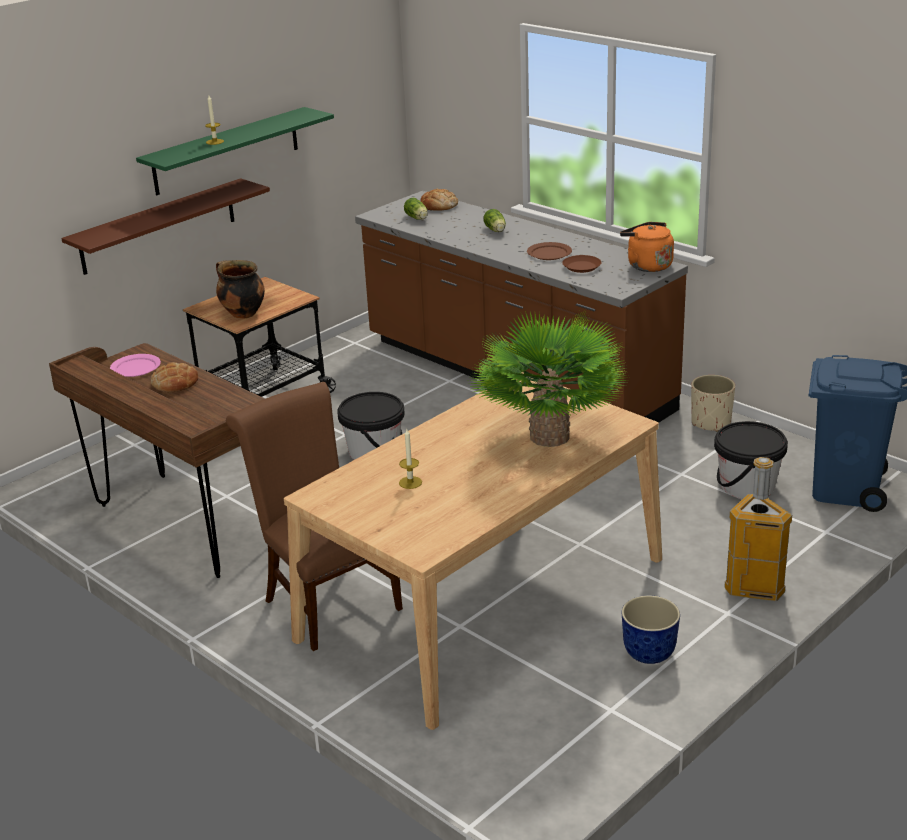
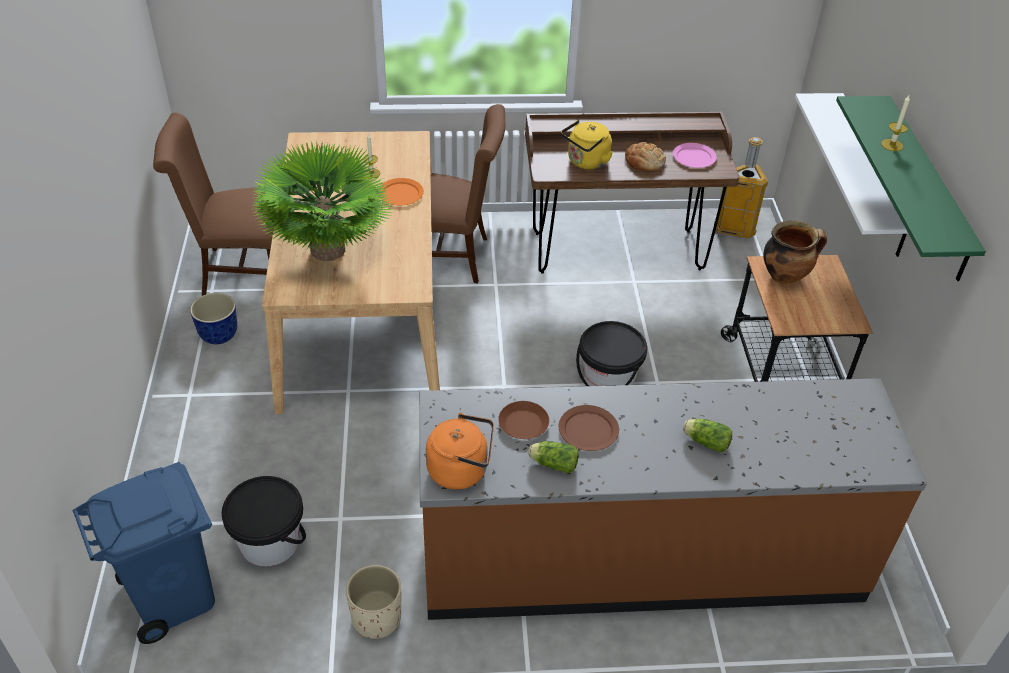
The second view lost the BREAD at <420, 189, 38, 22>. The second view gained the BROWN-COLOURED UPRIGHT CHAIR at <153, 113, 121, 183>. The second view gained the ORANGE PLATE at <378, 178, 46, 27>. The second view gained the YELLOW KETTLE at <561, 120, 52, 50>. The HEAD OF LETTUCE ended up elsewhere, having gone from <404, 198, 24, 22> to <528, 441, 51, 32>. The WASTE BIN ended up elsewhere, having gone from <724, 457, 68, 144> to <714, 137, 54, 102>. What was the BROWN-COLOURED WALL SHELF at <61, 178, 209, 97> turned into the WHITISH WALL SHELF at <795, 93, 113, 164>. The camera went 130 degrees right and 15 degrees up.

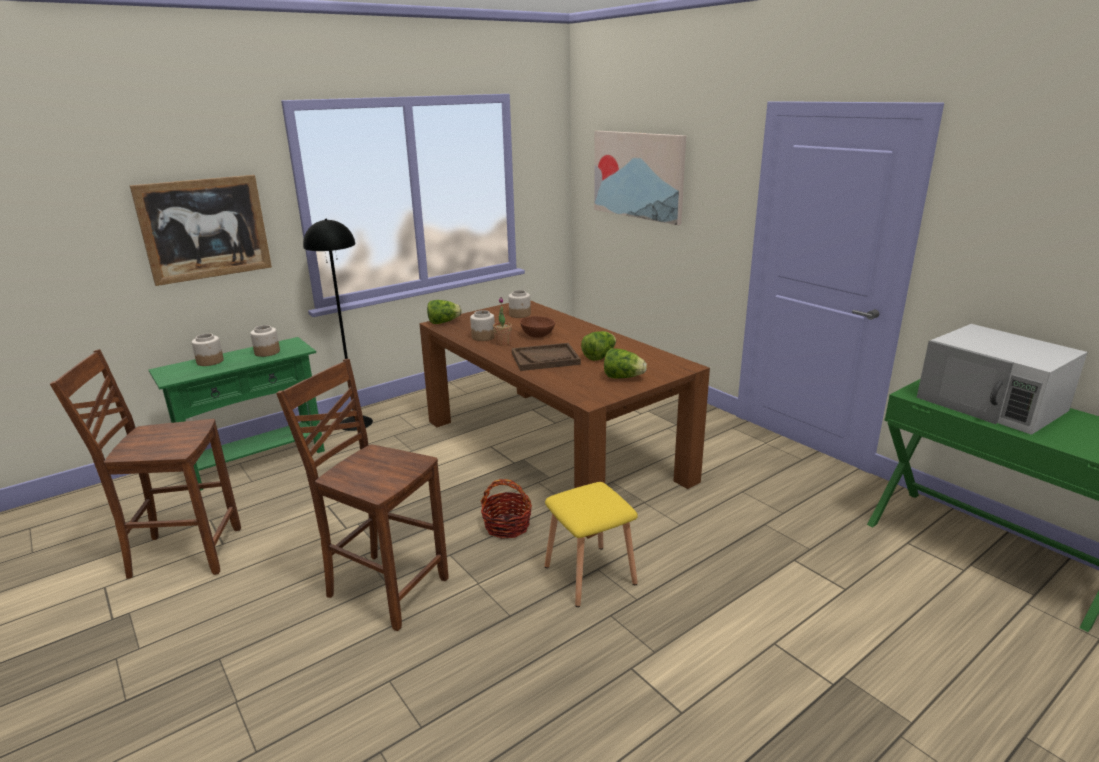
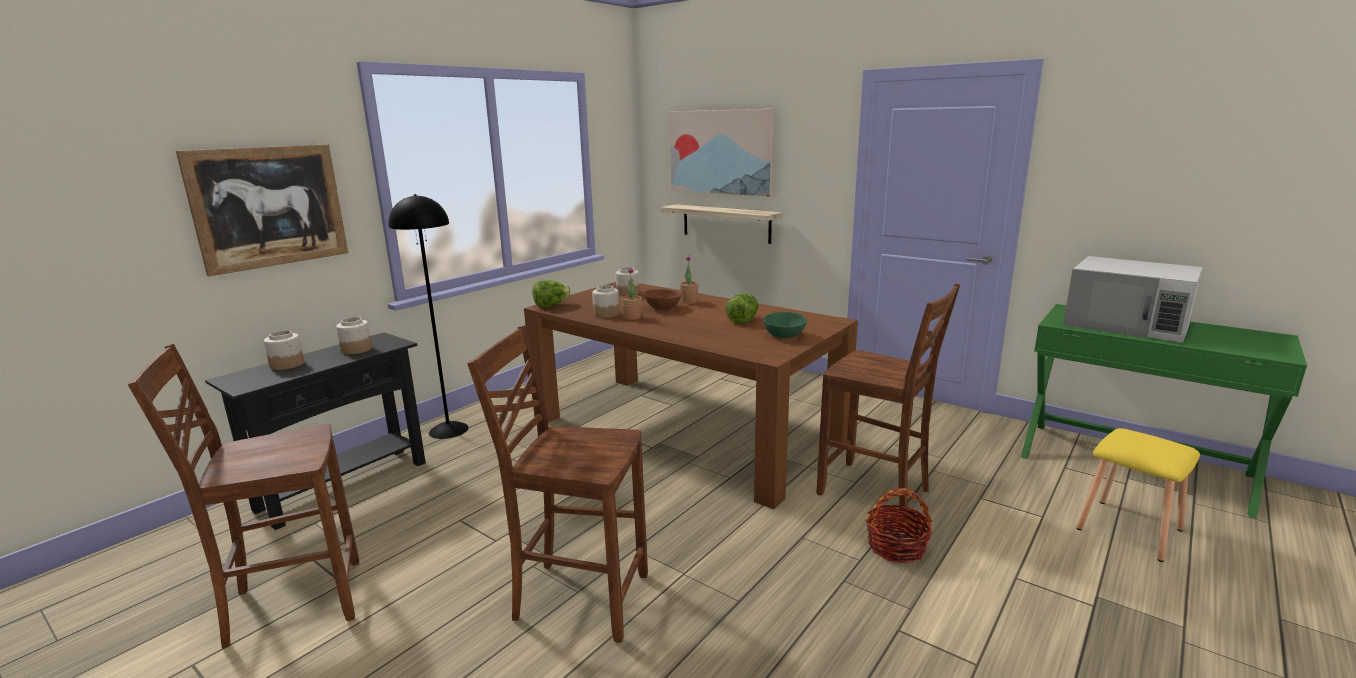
The second view lost the BROWN-COLOURED CARRYING TRAY at <512, 343, 69, 28>. The second view gained the WALL SHELF at <661, 204, 121, 40>. The second view gained the PLANT IN A POT at <680, 255, 19, 49>. The second view gained the BROWN-COLOURED UPRIGHT CHAIR at <817, 283, 143, 236>. The BASKET ended up elsewhere, having gone from <481, 479, 51, 60> to <866, 488, 66, 76>. The YELLOW STOOL ended up elsewhere, having gone from <545, 482, 93, 125> to <1076, 428, 124, 134>. Where the HEAD OF LETTUCE stood at <604, 348, 43, 31>, the GREEN SERVING BOWL came to stand at <764, 312, 43, 26>. What was the GREEN HALL TABLE at <148, 337, 177, 154> turned into the BLACK-COLOURED HALL TABLE at <205, 333, 221, 197>. The camera went 15 degrees left and 5 degrees down.

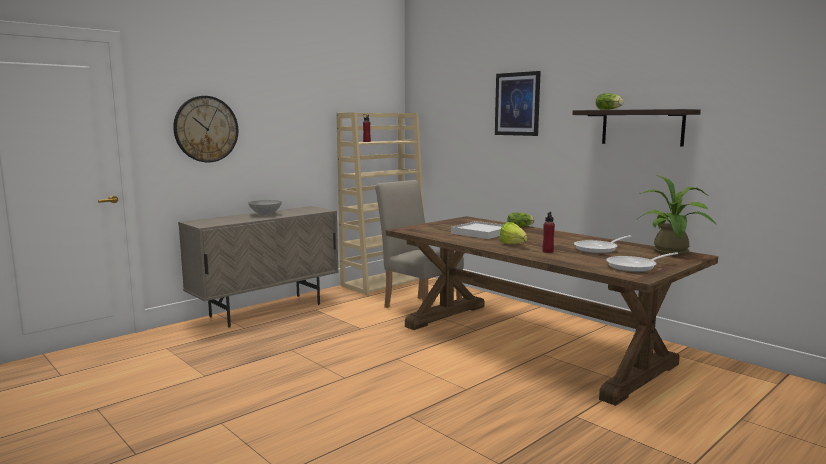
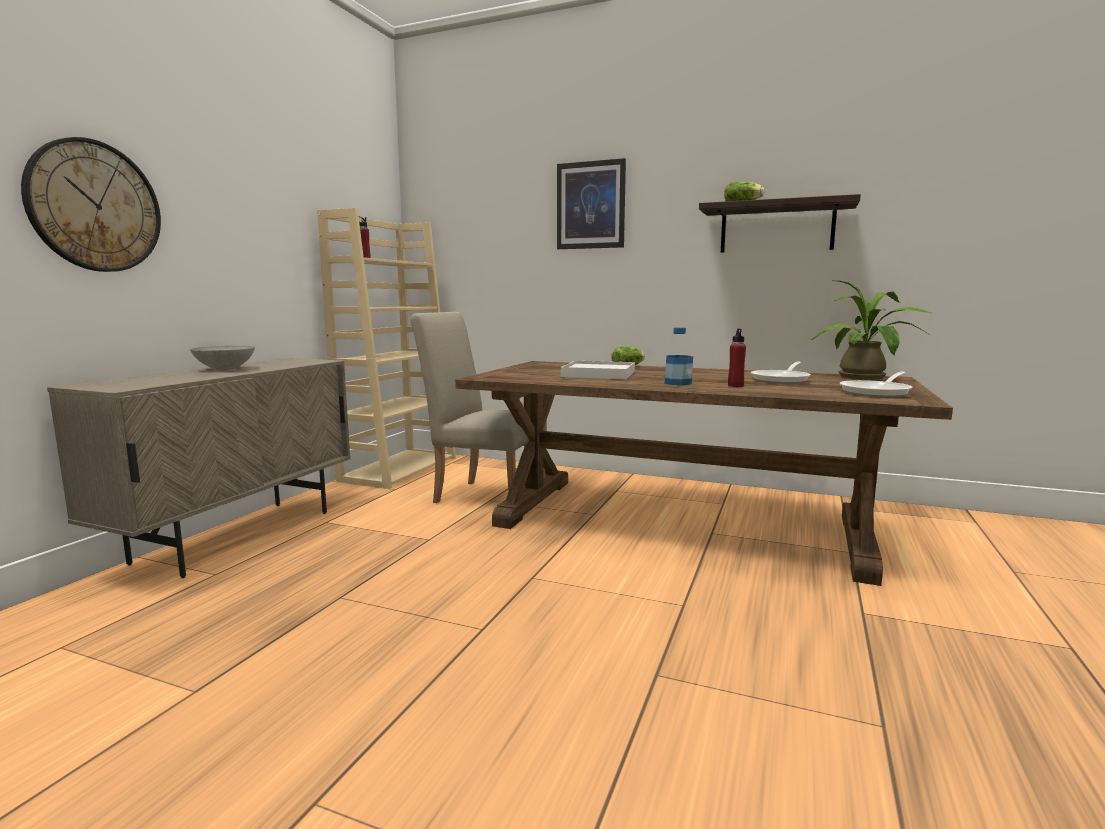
Where the HEAD OF LETTUCE stood at <499, 222, 29, 22>, the BEVERAGE BOTTLE came to stand at <665, 327, 28, 58>. The camera went 25 degrees left and 0 degrees up.

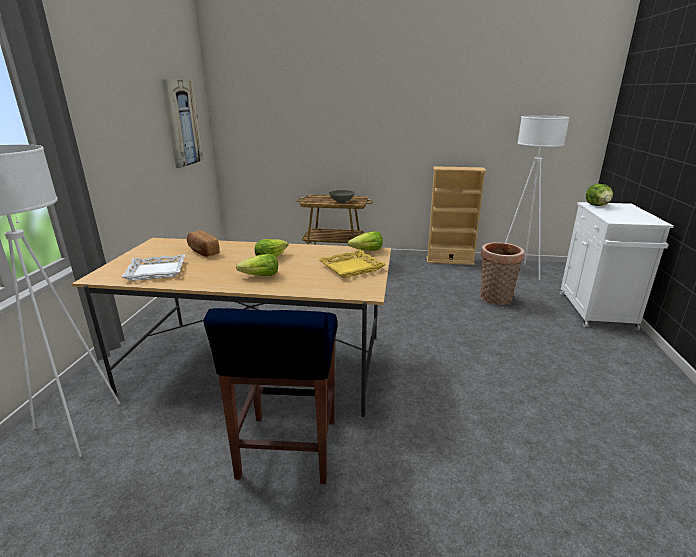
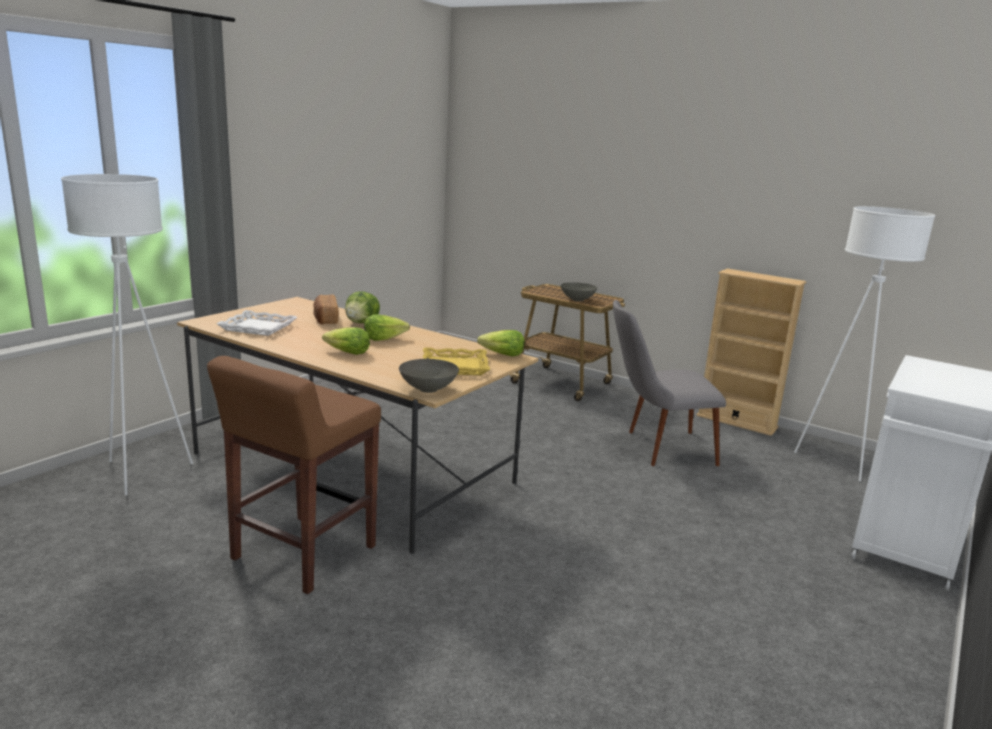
The second view lost the PICTURE at <162, 79, 41, 89>. The second view lost the BASKET at <480, 242, 44, 63>. The second view gained the GREYISH SERVING BOWL at <399, 359, 60, 34>. The second view gained the GREYISH UPRIGHT CHAIR at <613, 300, 113, 166>. The HEAD OF LETTUCE ended up elsewhere, having gone from <586, 184, 27, 22> to <345, 291, 35, 32>. What was the BLUISH STOOL at <203, 308, 134, 176> turned into the BROWN-COLOURED STOOL at <207, 356, 174, 238>. The camera went 25 degrees right and 5 degrees down.

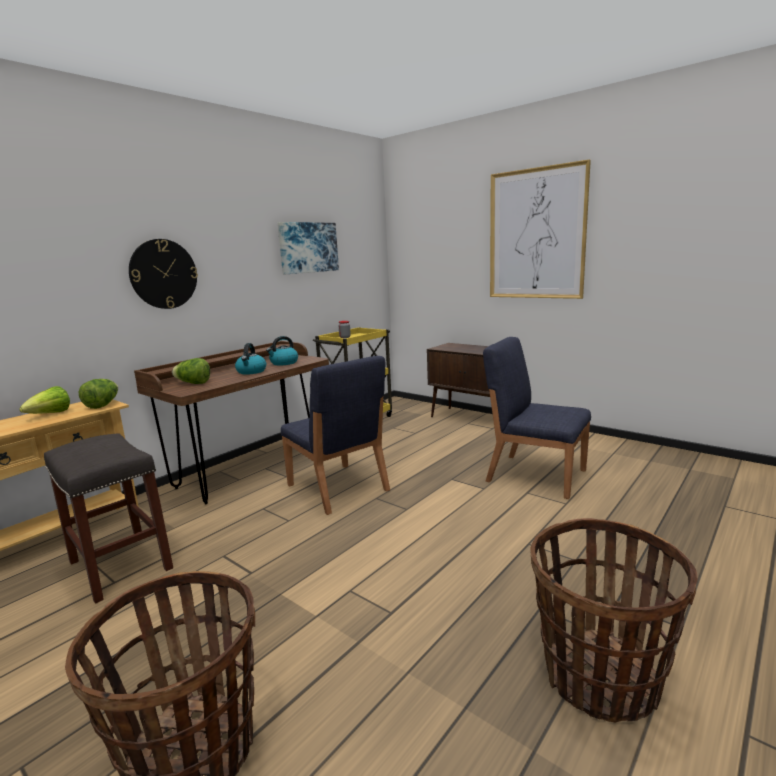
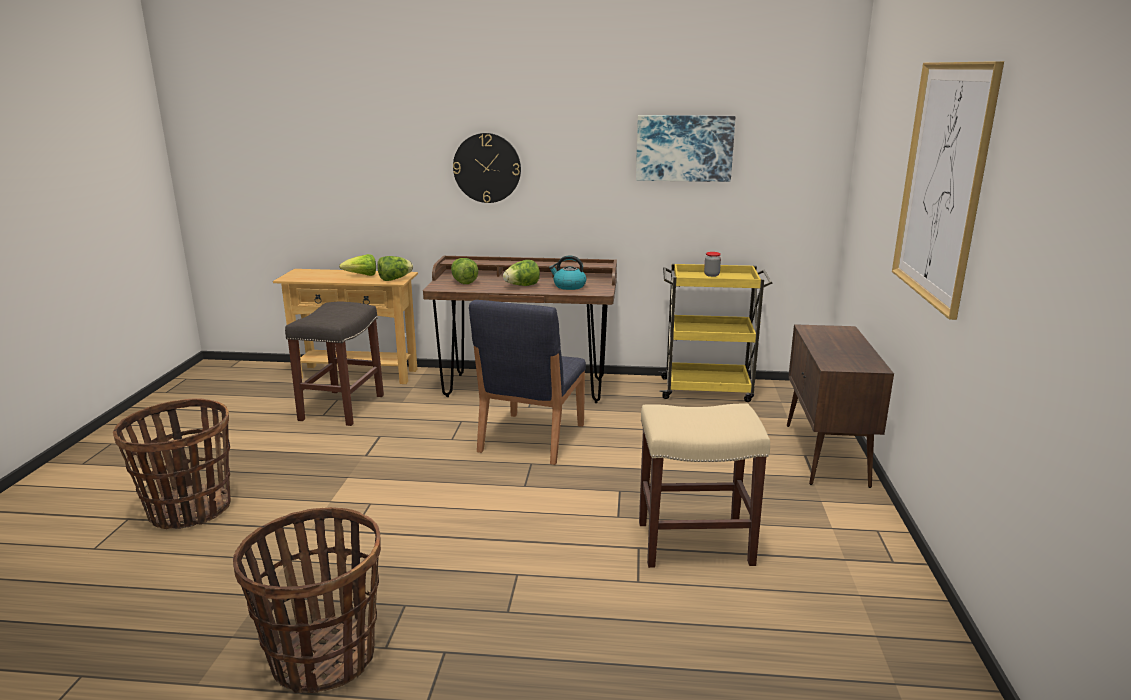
Where the KETTLE stood at <235, 343, 31, 32>, the HEAD OF LETTUCE came to stand at <503, 260, 37, 26>. Where the BLUISH UPRIGHT CHAIR stood at <483, 337, 108, 162>, the BEIGE-COLOURED STOOL came to stand at <639, 403, 131, 165>. The camera went 55 degrees right and 5 degrees up.

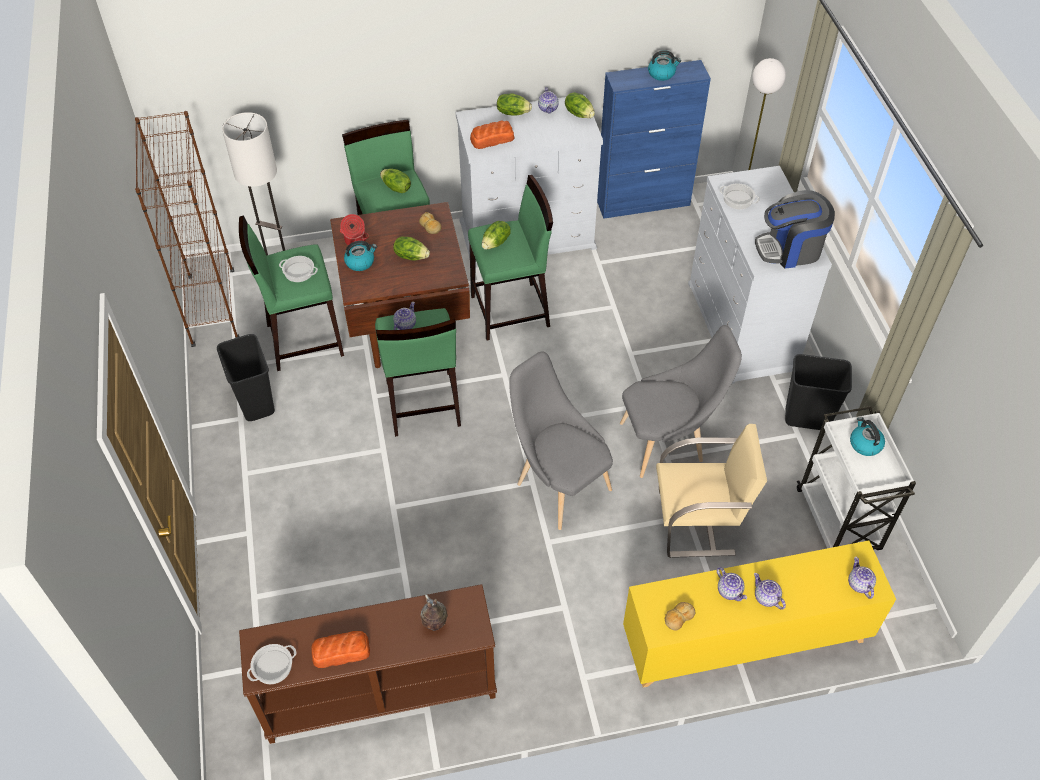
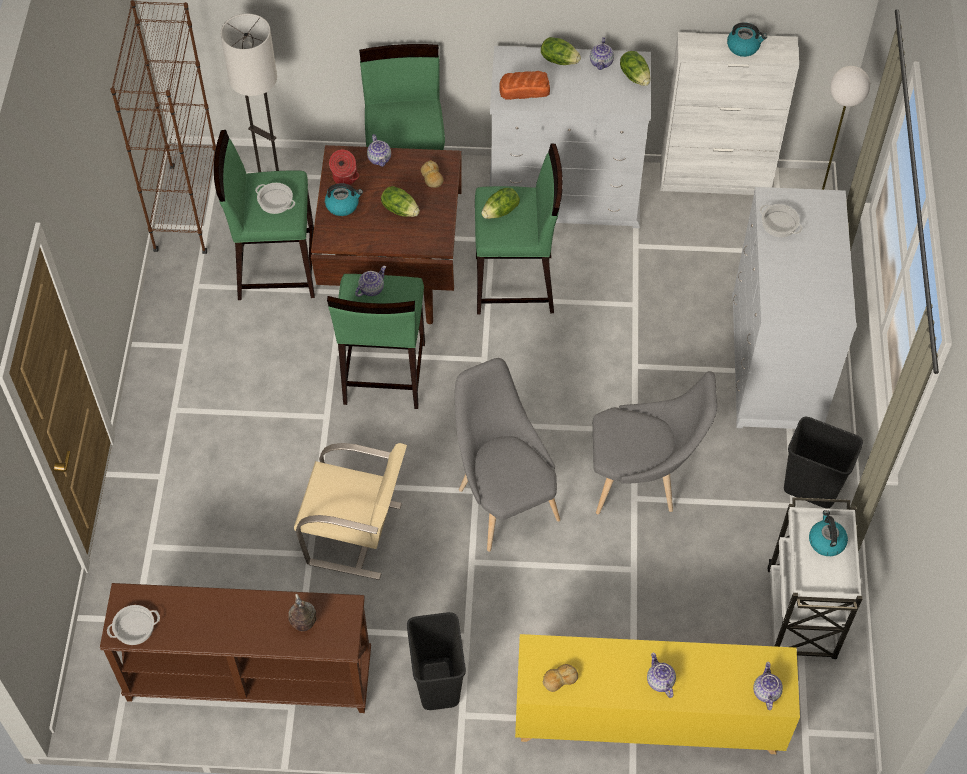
The second view lost the BREAD at <311, 631, 59, 37>. The second view lost the HEAD OF LETTUCE at <380, 169, 31, 24>. The second view lost the COFFEE BREWER at <755, 190, 80, 79>. The BLACK-COLOURED WASTE BIN ended up elsewhere, having gone from <217, 334, 58, 87> to <407, 612, 59, 98>. The BEIGE-COLOURED UPRIGHT CHAIR ended up elsewhere, having gone from <656, 424, 111, 134> to <294, 443, 113, 137>. The TEA POT ended up elsewhere, having gone from <717, 567, 30, 34> to <367, 134, 24, 33>. What was the BLUISH CUPBOARD at <597, 60, 114, 159> turned into the WHITISH CUPBOARD at <660, 32, 139, 163>. The camera went 15 degrees right and 5 degrees up.

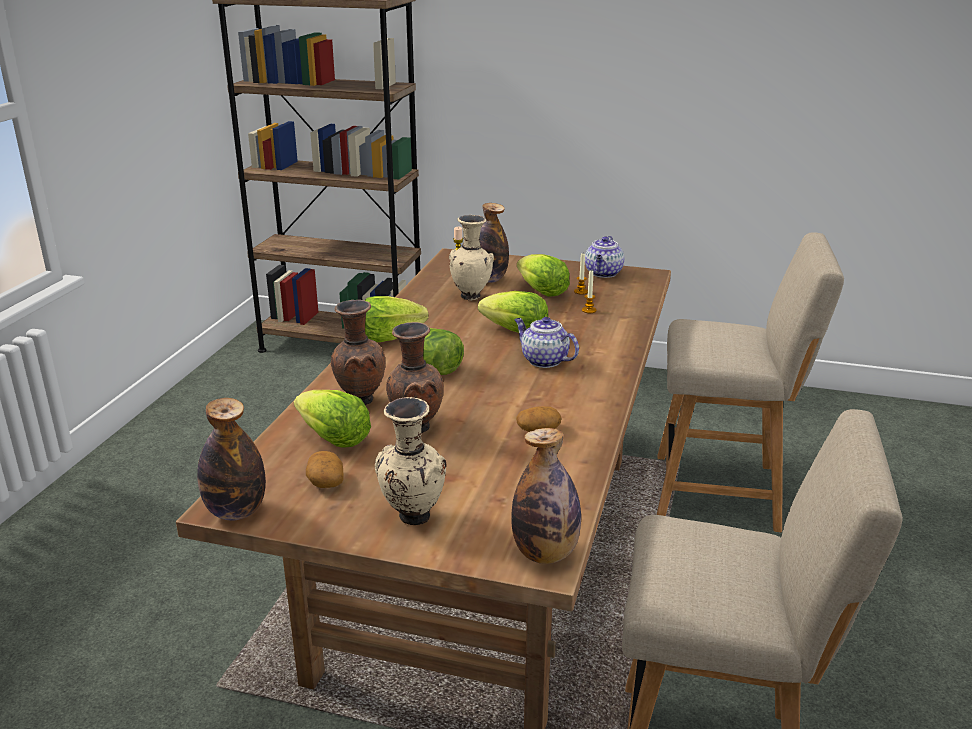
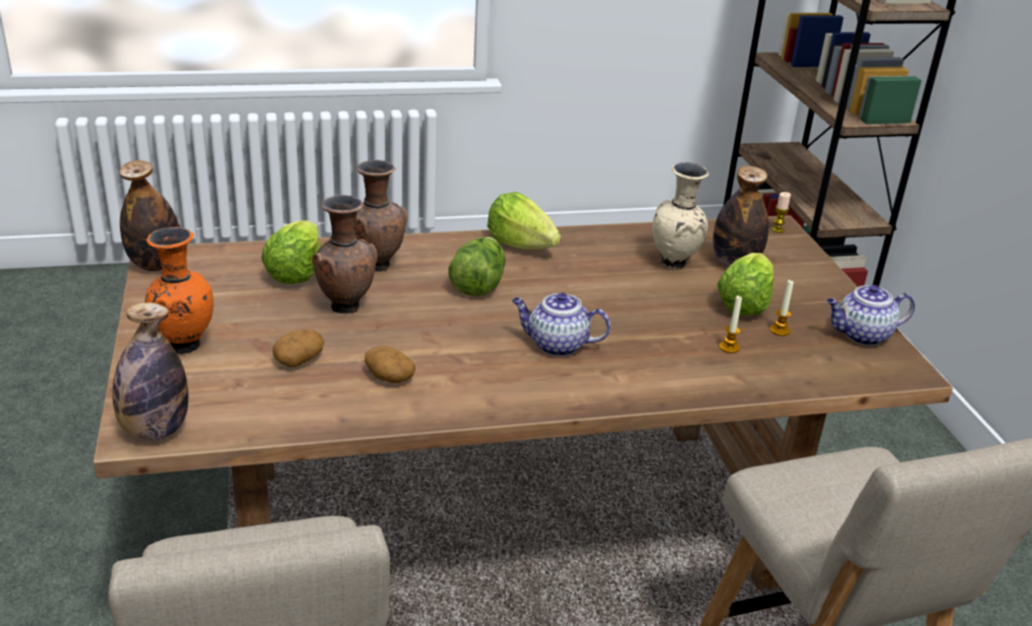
The second view lost the HEAD OF LETTUCE at <478, 291, 70, 42>. The WHOLE POTATO ended up elsewhere, having gone from <306, 451, 38, 37> to <273, 329, 51, 38>. What was the BEIGE-COLOURED DECORATIVE VASE at <375, 397, 72, 128> turned into the ORANGE DECORATIVE VASE at <145, 227, 69, 127>. The TEA POT at <514, 317, 65, 51> ended up facing another way, 90 degrees counterclockwise from before. The camera went 60 degrees right and 5 degrees up.

